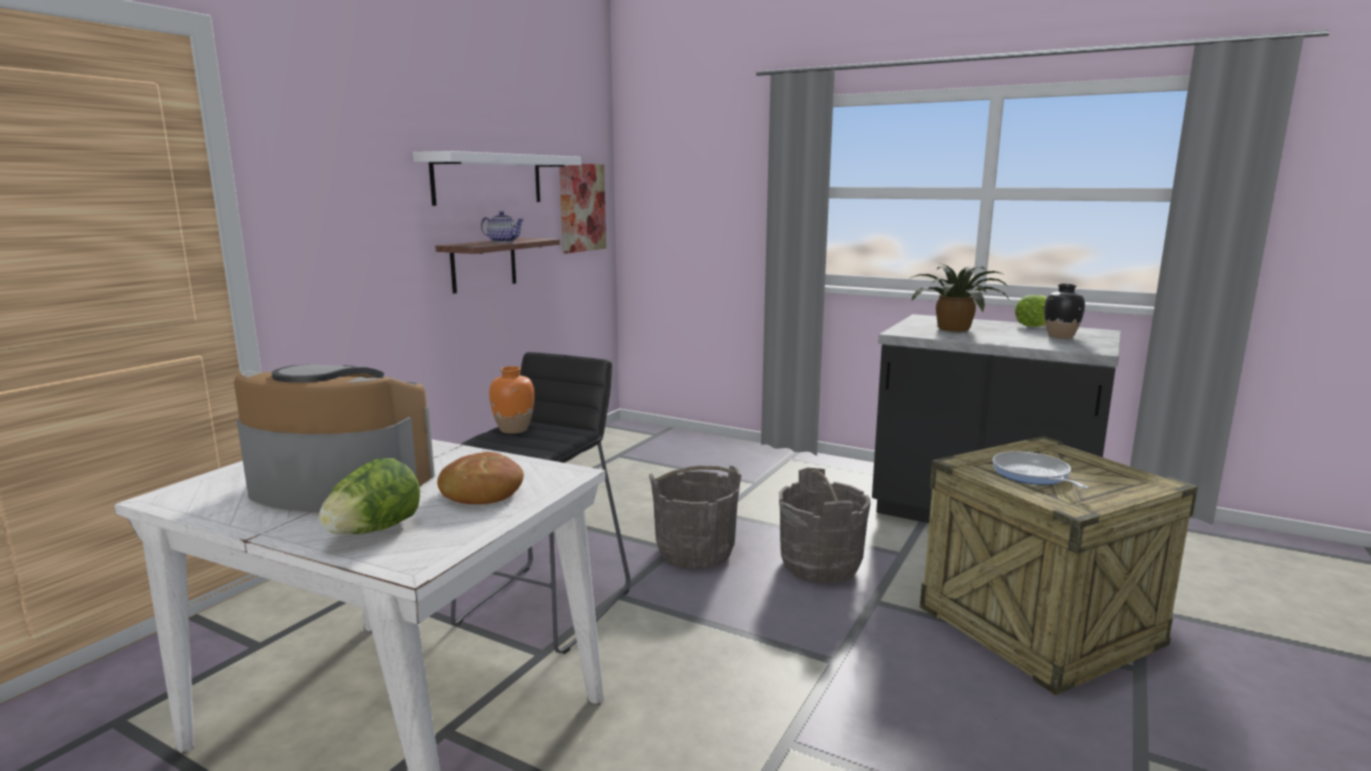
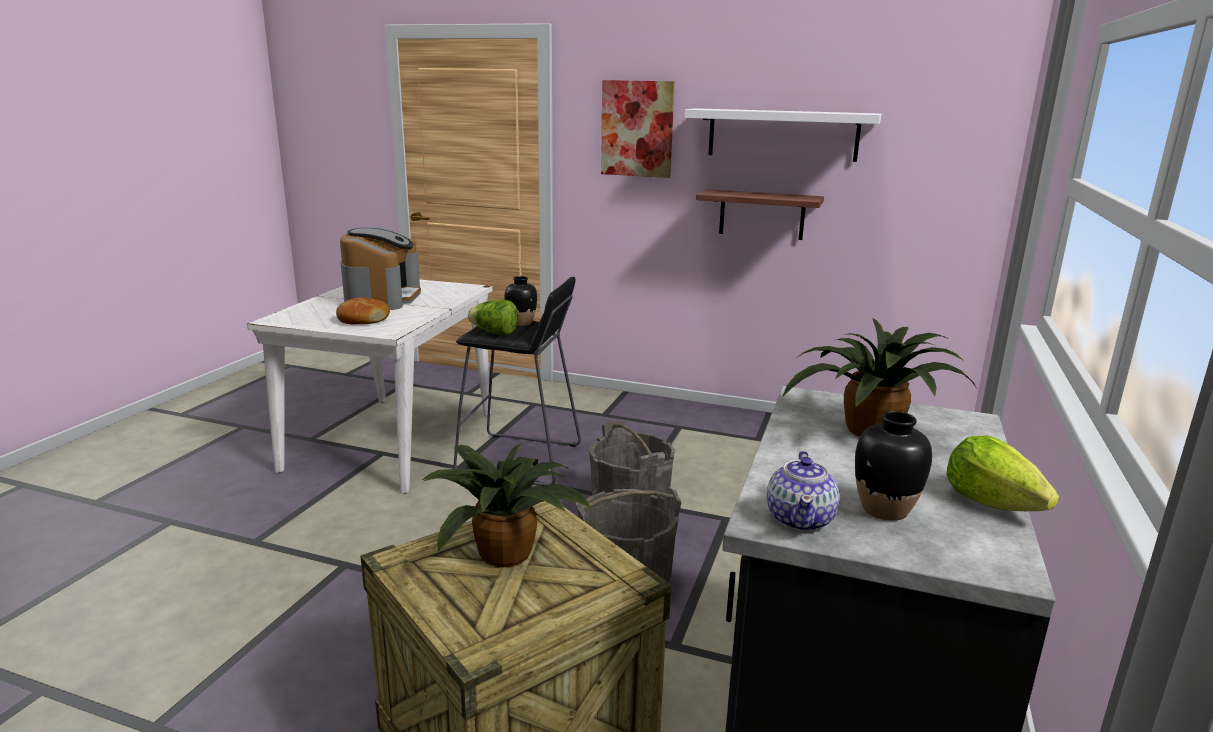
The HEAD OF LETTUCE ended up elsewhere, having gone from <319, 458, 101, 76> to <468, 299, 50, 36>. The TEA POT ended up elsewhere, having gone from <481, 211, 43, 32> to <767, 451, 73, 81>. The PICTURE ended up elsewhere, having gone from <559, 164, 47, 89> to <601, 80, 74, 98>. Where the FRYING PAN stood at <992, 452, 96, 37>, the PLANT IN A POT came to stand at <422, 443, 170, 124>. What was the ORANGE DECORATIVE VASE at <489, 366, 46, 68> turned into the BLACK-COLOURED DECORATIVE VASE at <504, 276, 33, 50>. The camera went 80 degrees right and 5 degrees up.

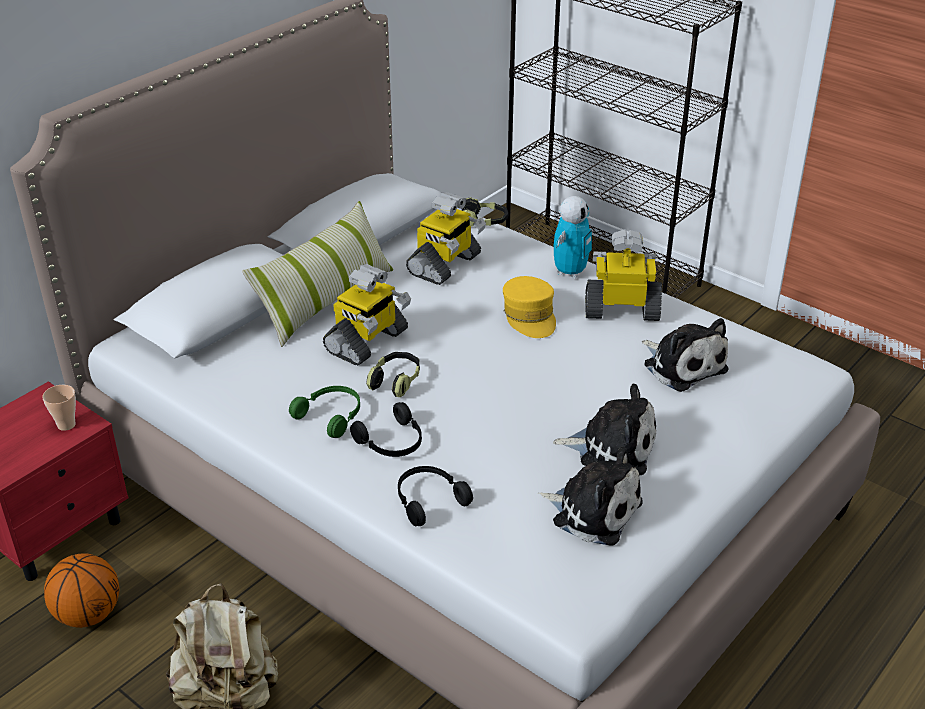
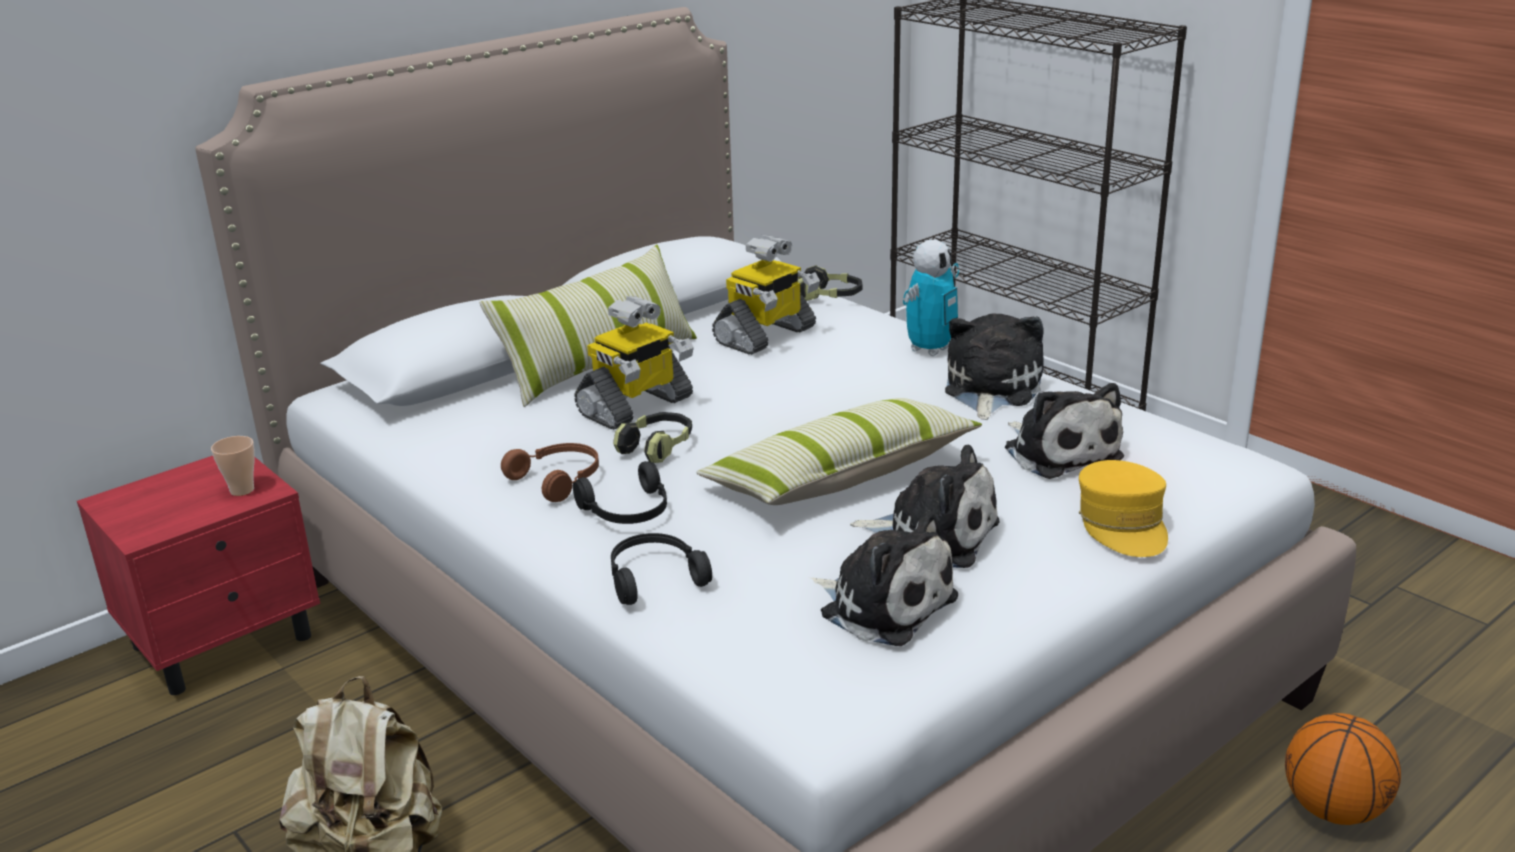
The second view gained the CUSHION at <696, 398, 286, 107>. The BASKETBALL ended up elsewhere, having gone from <44, 554, 75, 74> to <1285, 713, 116, 112>. The YELLOW BASEBALL CAP ended up elsewhere, having gone from <503, 276, 53, 62> to <1079, 460, 89, 97>. Where the TOY ROBOT stood at <585, 229, 77, 92>, the SOFT TOY came to stand at <945, 313, 99, 107>. What was the GREEN PAIR OF HEADPHONES at <289, 386, 71, 52> turned into the BROWN-COLOURED PAIR OF HEADPHONES at <501, 443, 98, 59>. The camera went 10 degrees right and 10 degrees down.

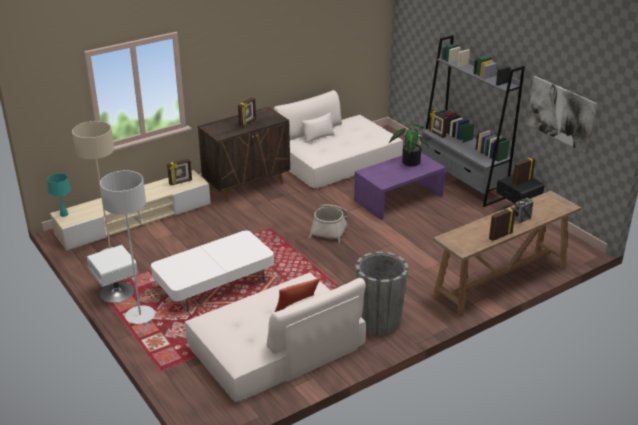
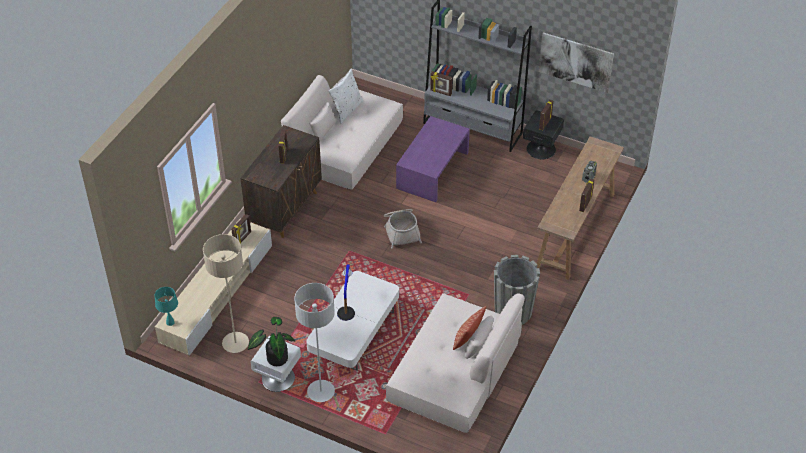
The second view gained the WHITISH CUSHION at <328, 68, 36, 56>. The second view gained the LAMP FOR A TABLE at <337, 265, 18, 56>. The PLANT IN A POT ended up elsewhere, having gone from <389, 124, 40, 43> to <248, 317, 47, 49>. The camera went 30 degrees left and 15 degrees up.

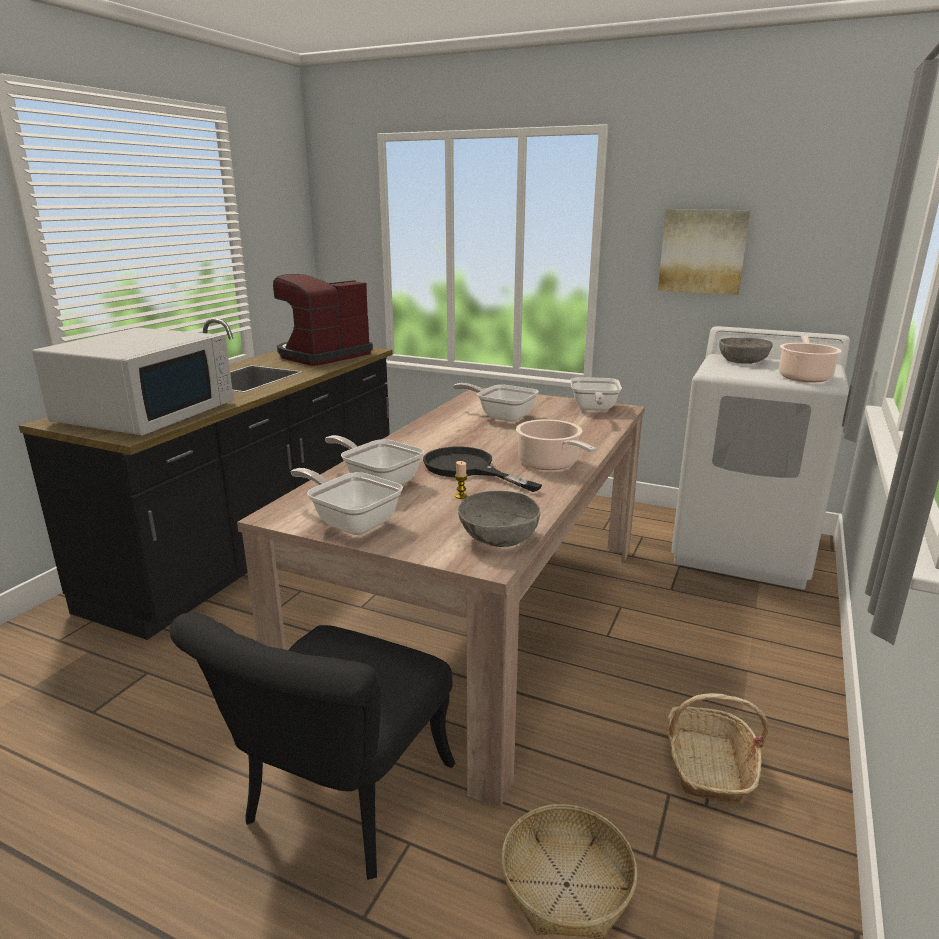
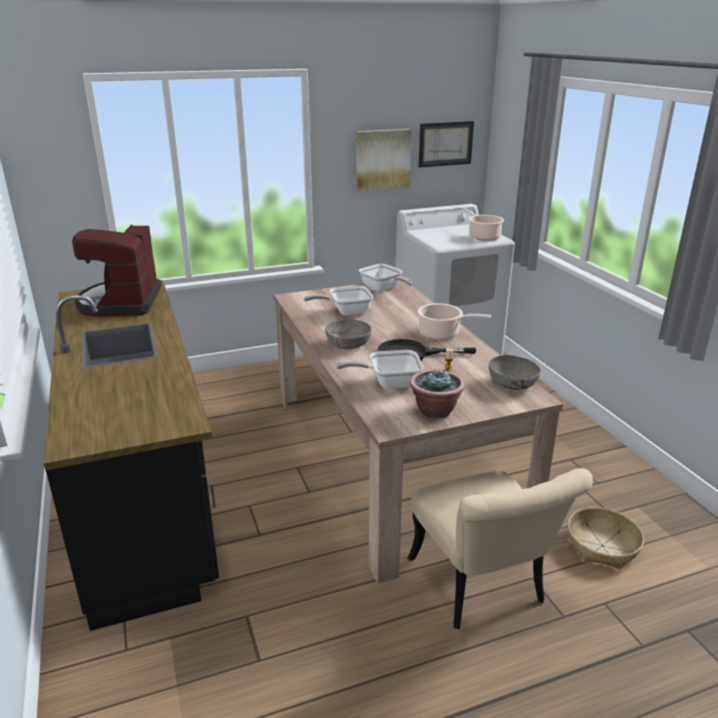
The second view lost the WHITISH MICROWAVE OVEN at <32, 328, 202, 107>. The second view lost the BASKET at <667, 693, 102, 110>. The second view gained the PICTURE at <418, 121, 56, 47>. The GREYISH SERVING BOWL ended up elsewhere, having gone from <719, 338, 54, 26> to <325, 319, 46, 30>. Where the FRYING PAN stood at <291, 468, 112, 67>, the PLANT IN A POT came to stand at <410, 370, 55, 49>. What was the BLACK-COLOURED UPRIGHT CHAIR at <169, 612, 286, 268> turned into the BEIGE-COLOURED UPRIGHT CHAIR at <407, 468, 186, 161>. The camera went 45 degrees left and 5 degrees up.

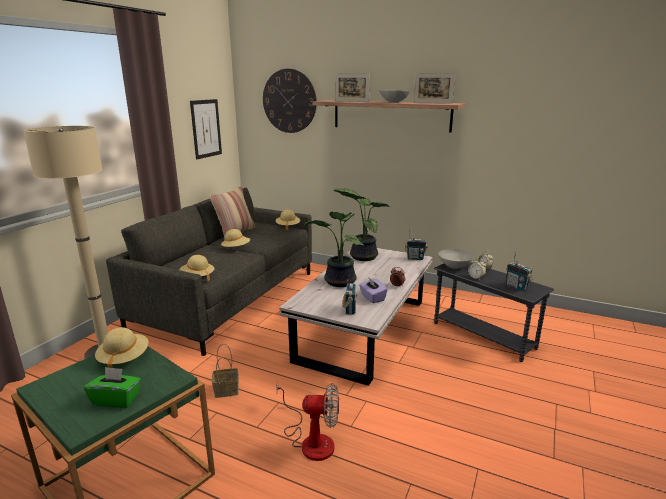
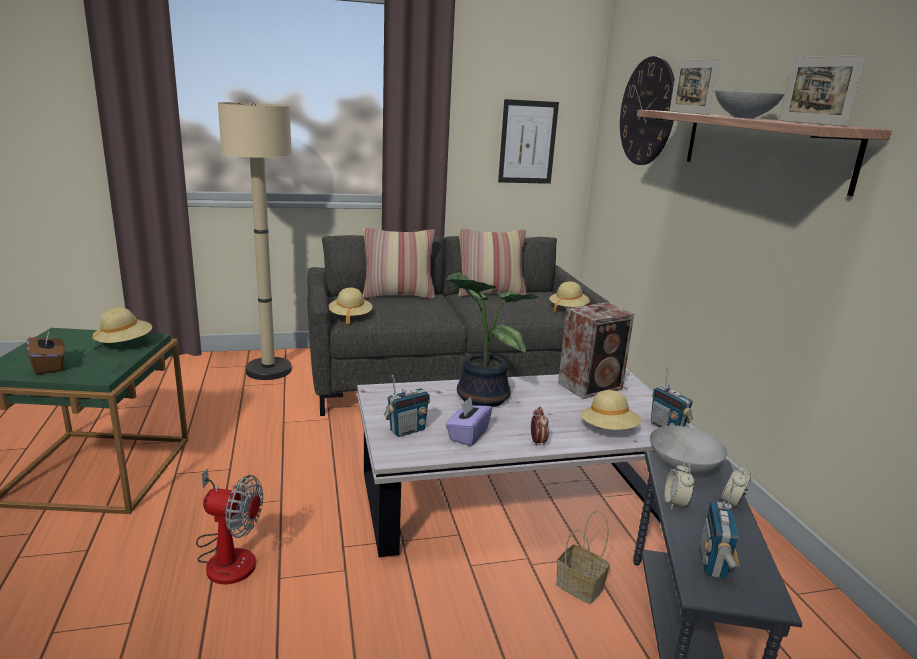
The second view gained the CUSHION at <363, 228, 73, 71>. The BASKET ended up elsewhere, having gone from <212, 344, 27, 54> to <556, 510, 54, 94>. The BEIGE-COLOURED WEARABLE HAT ended up elsewhere, having gone from <221, 229, 29, 18> to <580, 390, 62, 40>. Where the PLANT IN A POT stood at <333, 188, 57, 73>, the AUDIO SPEAKER came to stand at <558, 302, 76, 97>. What was the GREEN TISSUE HOLDER at <84, 367, 57, 41> turned into the BROWN-COLOURED TISSUE HOLDER at <27, 328, 38, 47>. The ELECTRIC FAN at <276, 380, 63, 81> ended up facing another way, 45 degrees counterclockwise from before. The camera went 50 degrees right and 0 degrees up.

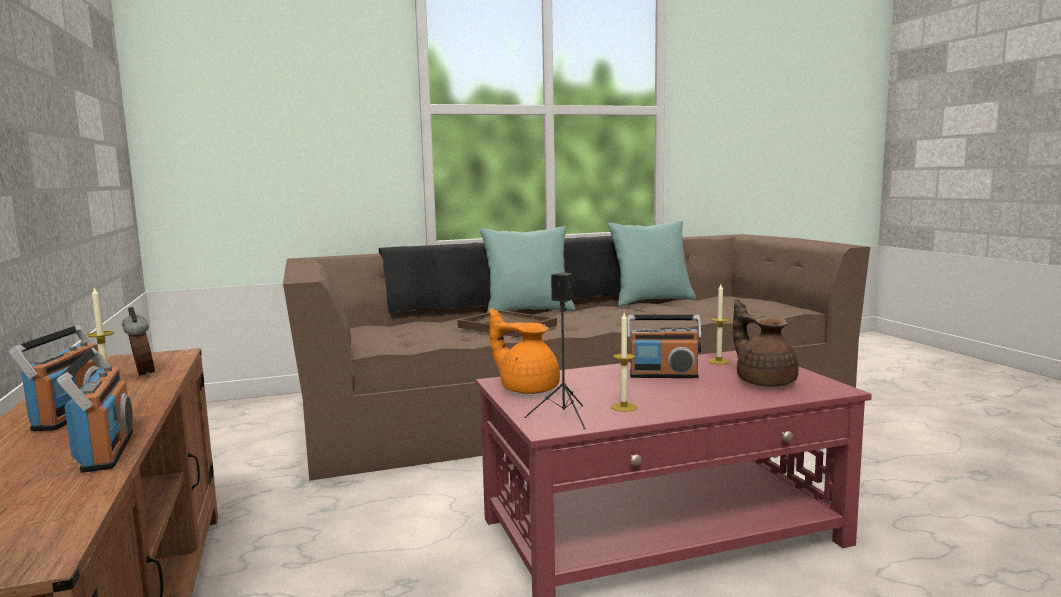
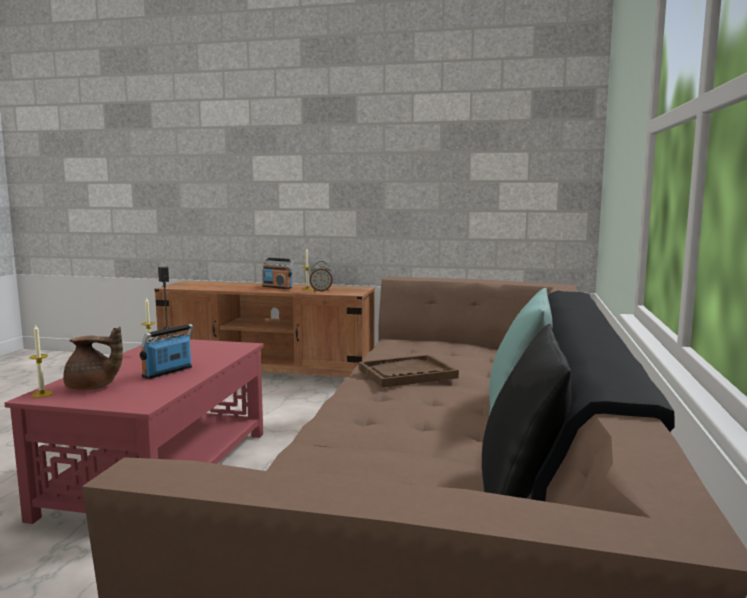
The second view lost the RADIO at <57, 348, 76, 125>. The second view lost the ORANGE TEA POT at <490, 308, 70, 86>. The CANDLE ended up elsewhere, having gone from <708, 284, 22, 80> to <29, 325, 24, 73>. What was the BLUE-GREEN CUSHION at <608, 221, 88, 86> turned into the BLACK-COLOURED CUSHION at <482, 324, 89, 174>. The camera went 120 degrees right and 0 degrees up.

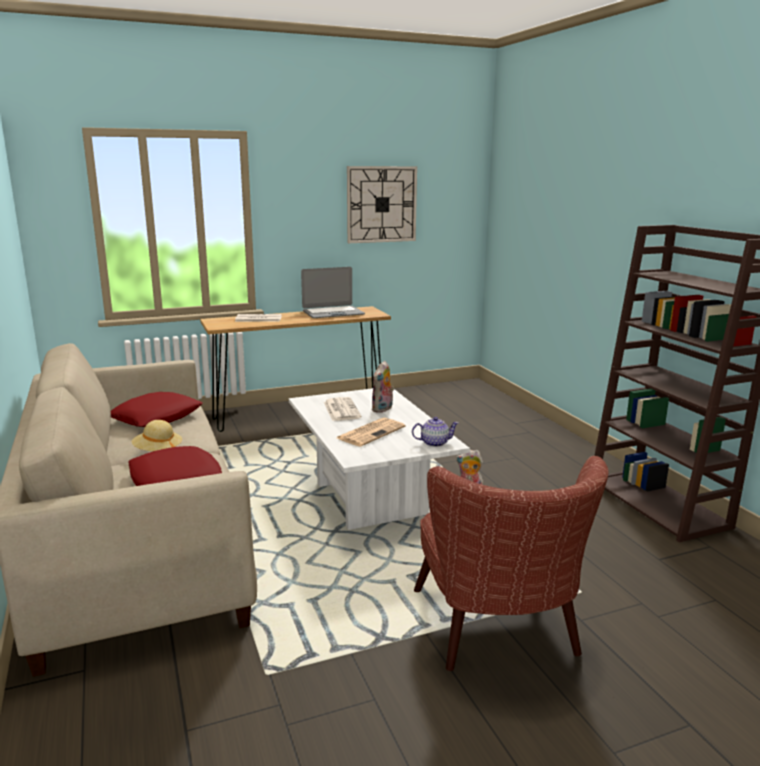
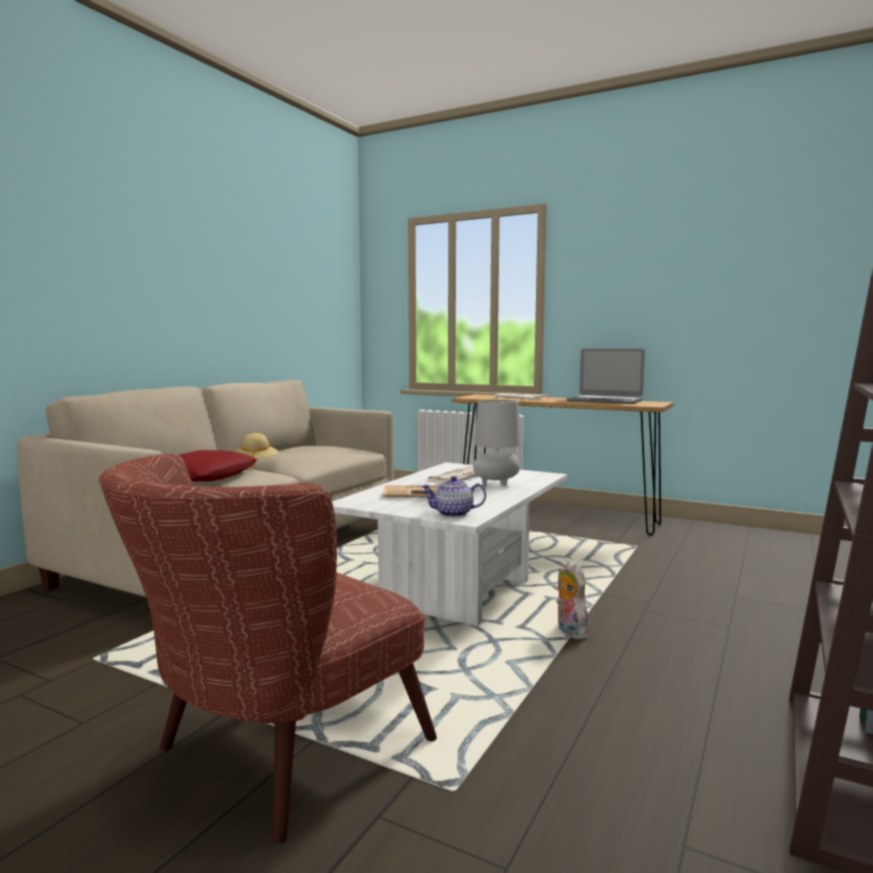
The second view lost the RED CUSHION at <110, 392, 93, 35>. The second view lost the HANGING CLOCK at <347, 166, 70, 77>. Where the SOFT TOY stood at <372, 361, 22, 52>, the GREYISH LAMP FOR A TABLE came to stand at <473, 399, 48, 87>. The TEA POT at <412, 417, 47, 30> ended up facing another way, 135 degrees clockwise from before. The camera went 50 degrees right and 10 degrees down.

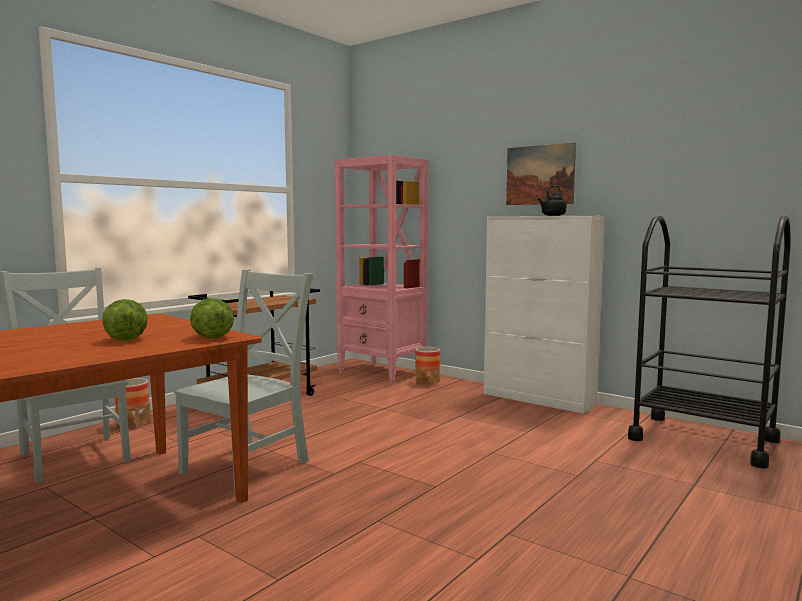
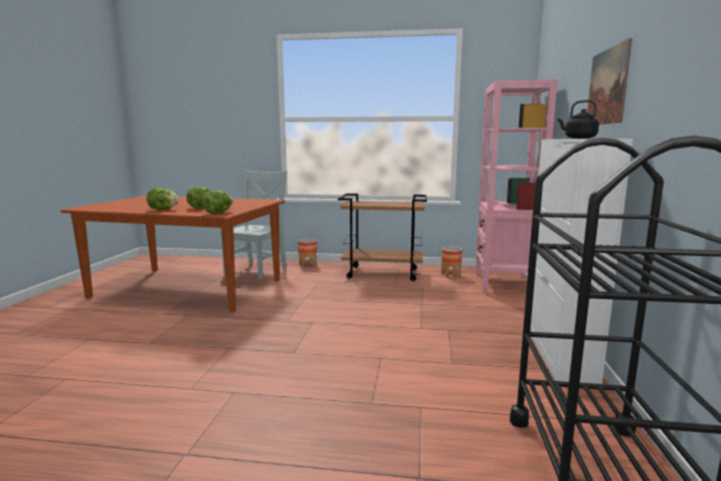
The second view lost the GREYISH UPRIGHT CHAIR at <173, 269, 140, 224>. The second view gained the HEAD OF LETTUCE at <147, 188, 32, 22>. The FLOWER POT ended up elsewhere, having gone from <415, 347, 25, 39> to <441, 247, 21, 31>. The camera went 60 degrees right and 5 degrees up.

